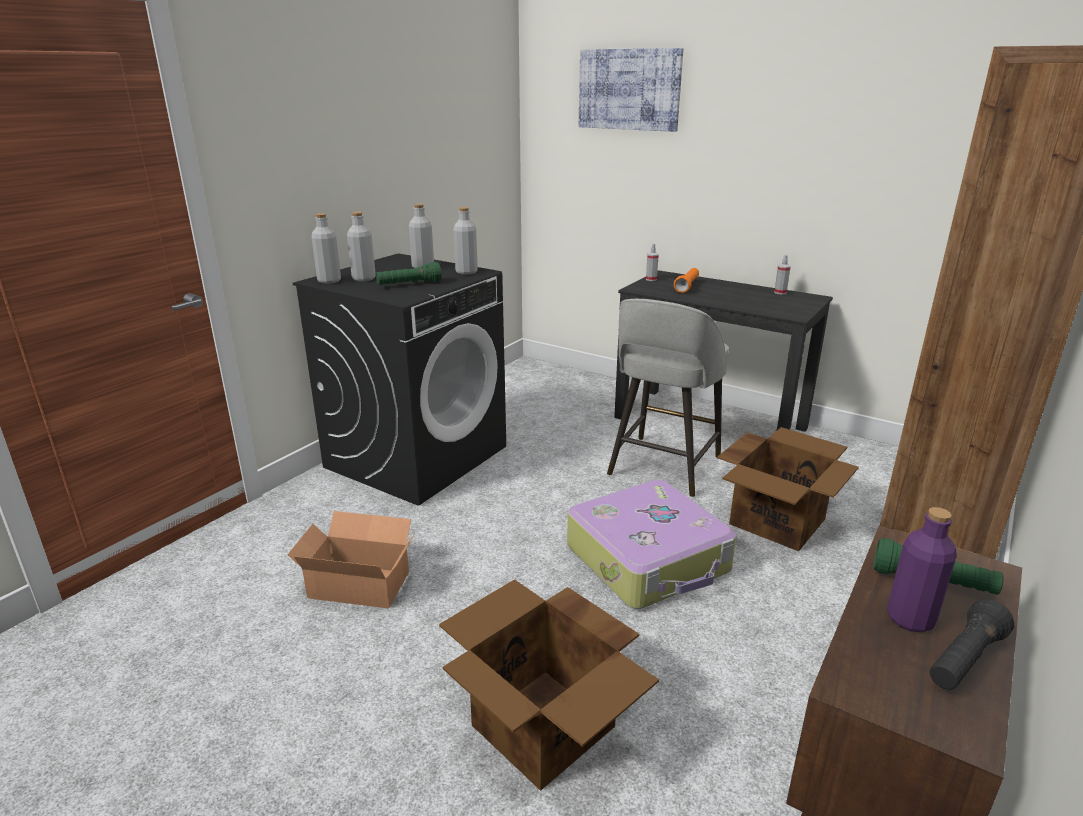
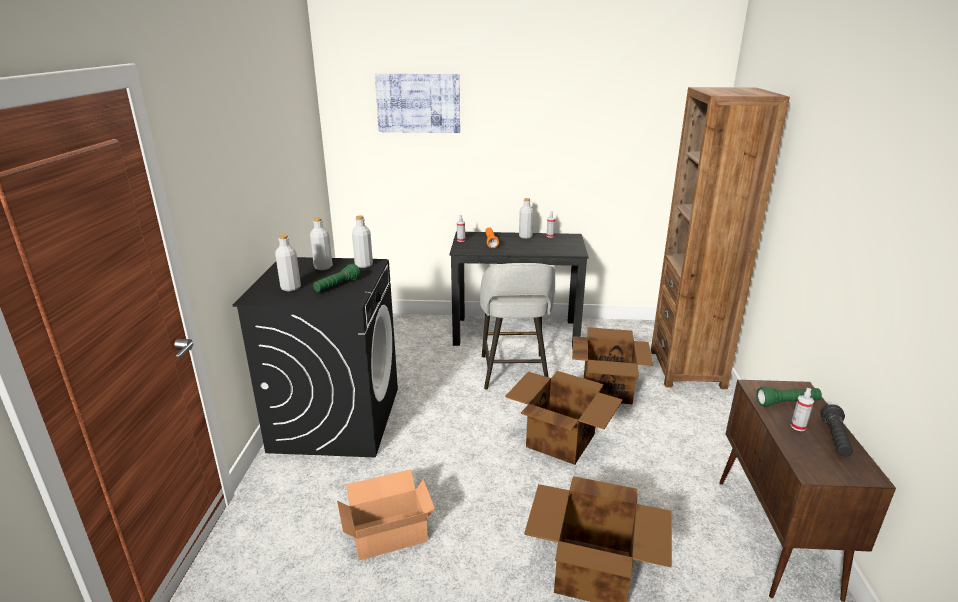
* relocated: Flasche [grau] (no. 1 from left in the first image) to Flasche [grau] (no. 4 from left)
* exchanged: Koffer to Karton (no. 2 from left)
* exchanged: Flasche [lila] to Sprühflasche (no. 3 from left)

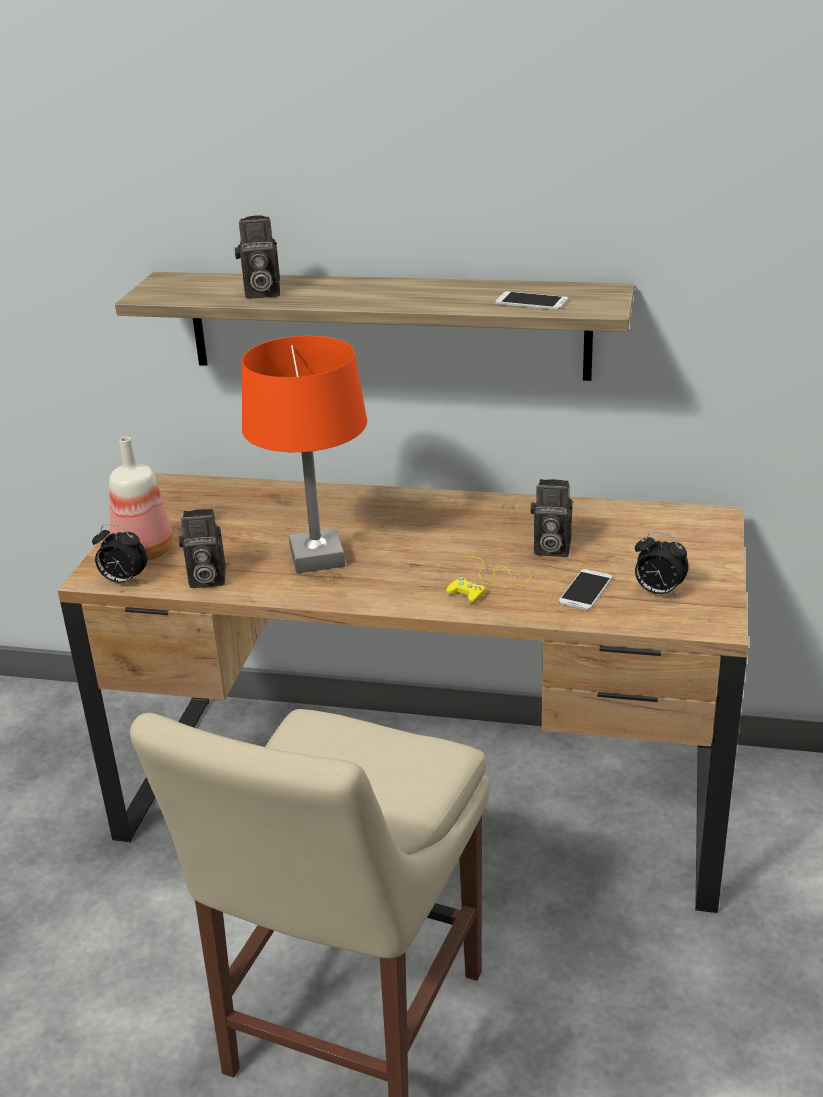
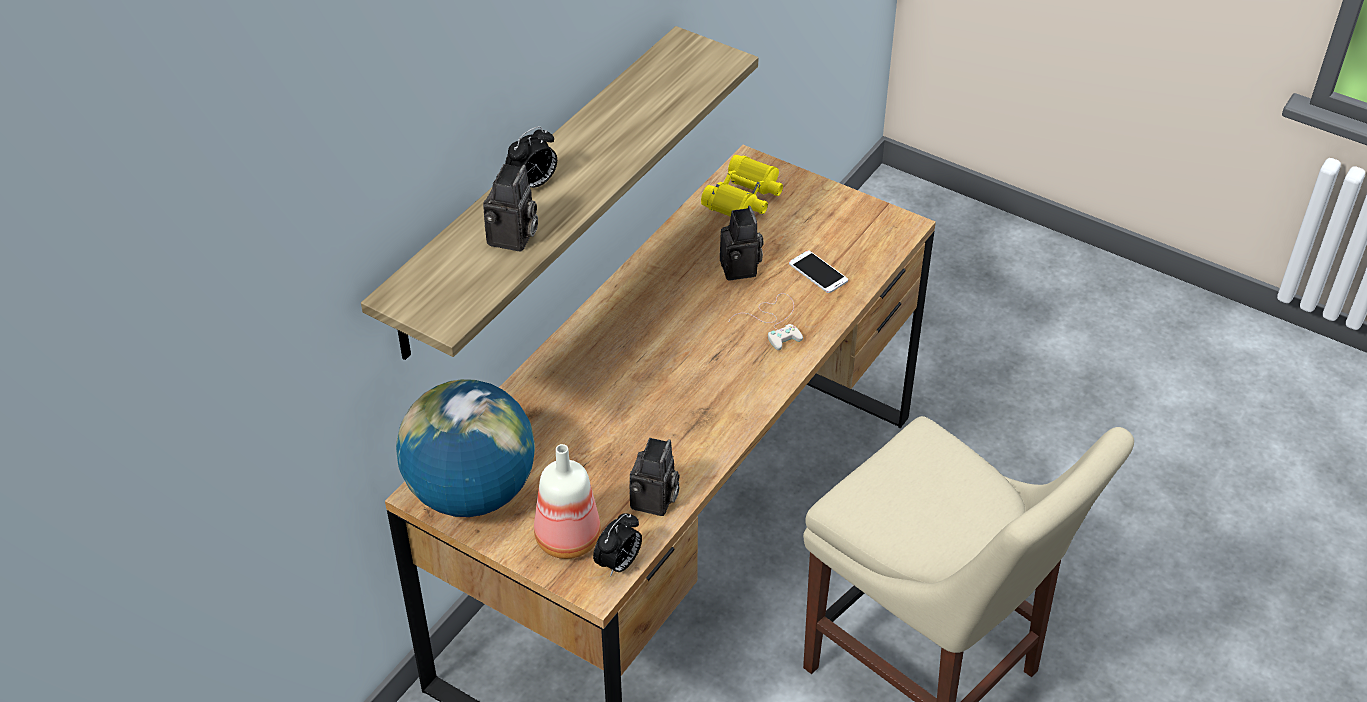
* missing: Handy (no. 1 from left)
* missing: Tischlampe [orange]
* spun: Kamera (no. 3 from left) 45 degrees counterclockwise
* relocated: Wecker (no. 2 from left in the first image) to Wecker (no. 1 from left)
* colour: Gamepad [gelb] to Gamepad [weiß]
* appeared: Fernglas [gelb]
* appeared: Globus

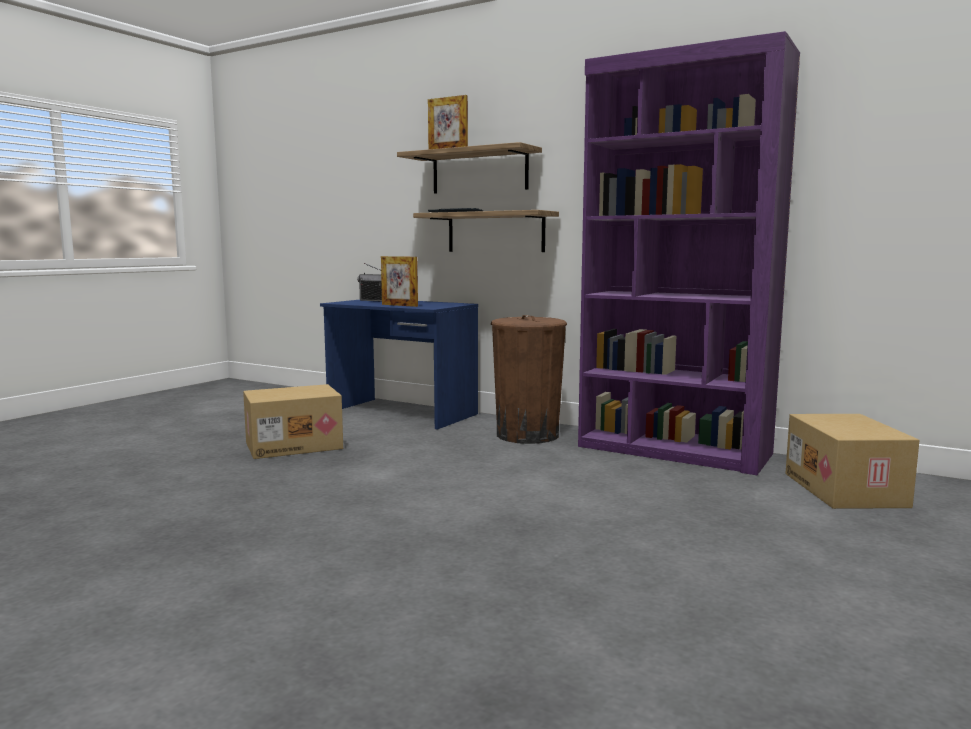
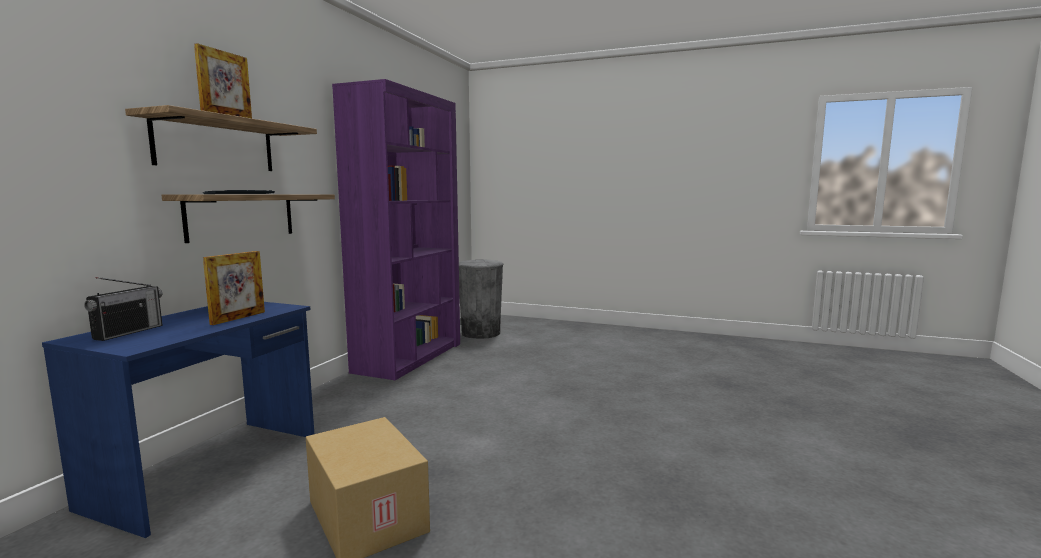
* missing: Mülleimer [braun]
* exchanged: Karton (no. 2 from left) to Mülleimer [grau]

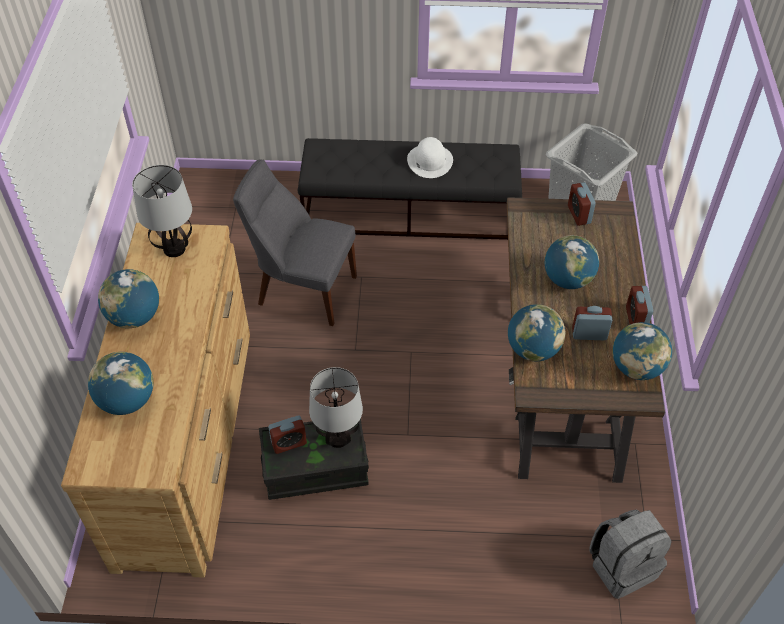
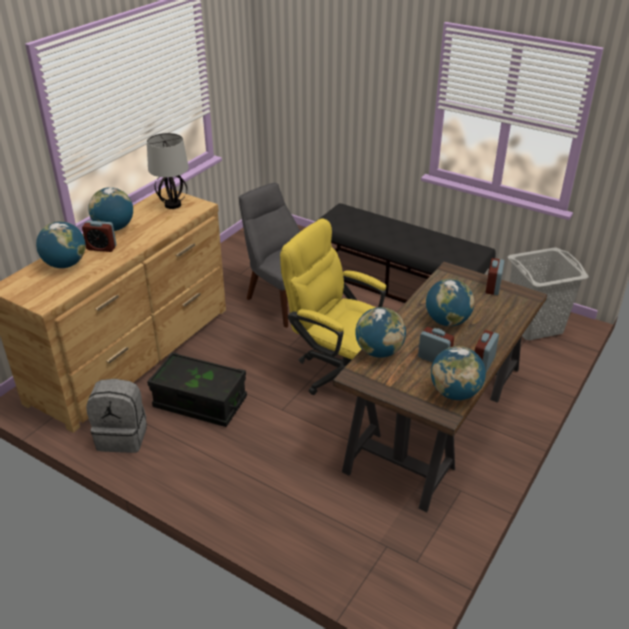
* missing: Hut [weiß]
* missing: Tischlampe (no. 2 from left)
* relocated: Wecker (no. 1 from left)
* relocated: Rucksack [grau]
* appeared: Bürostuhl [gelb]

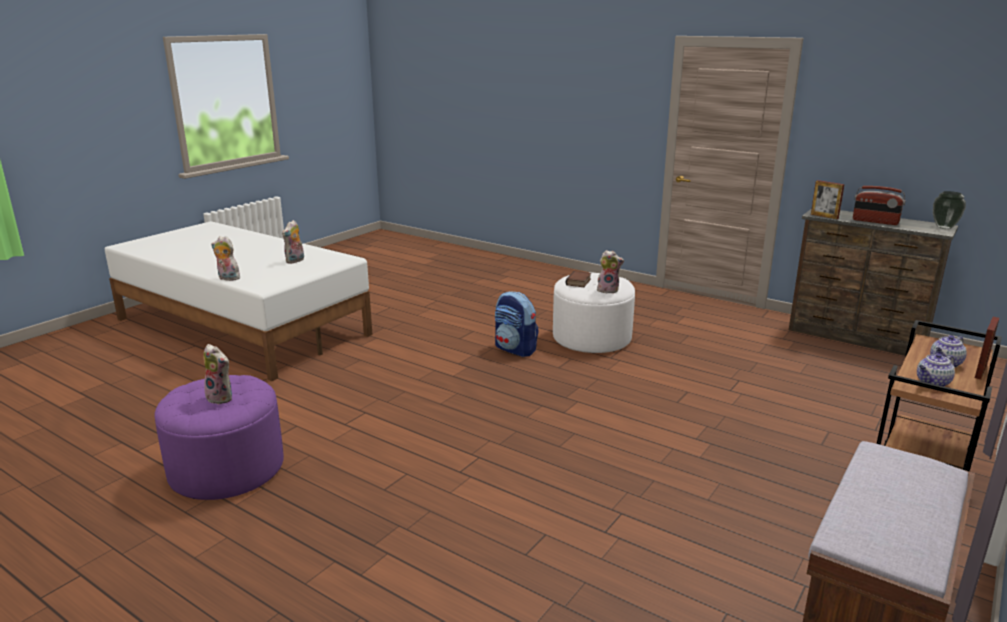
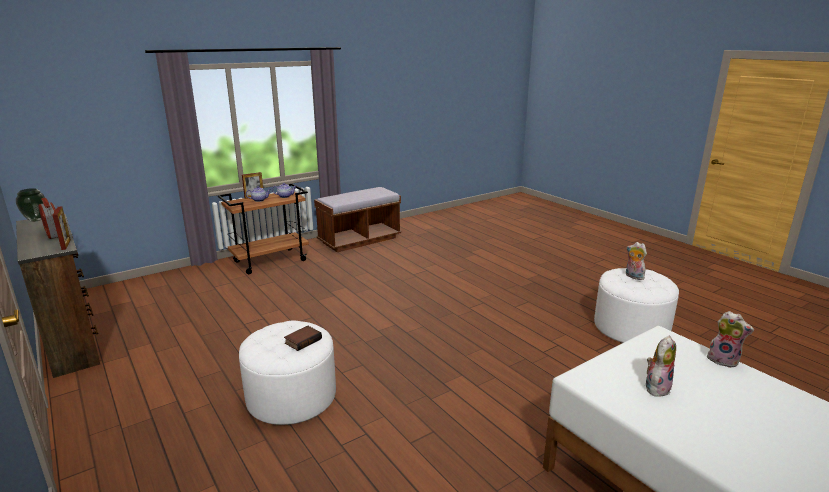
* missing: Plüschtier (no. 4 from left)
* missing: Rucksack
* colour: Polsterhocker [lila] to Polsterhocker [weiß] (no. 2 from left)

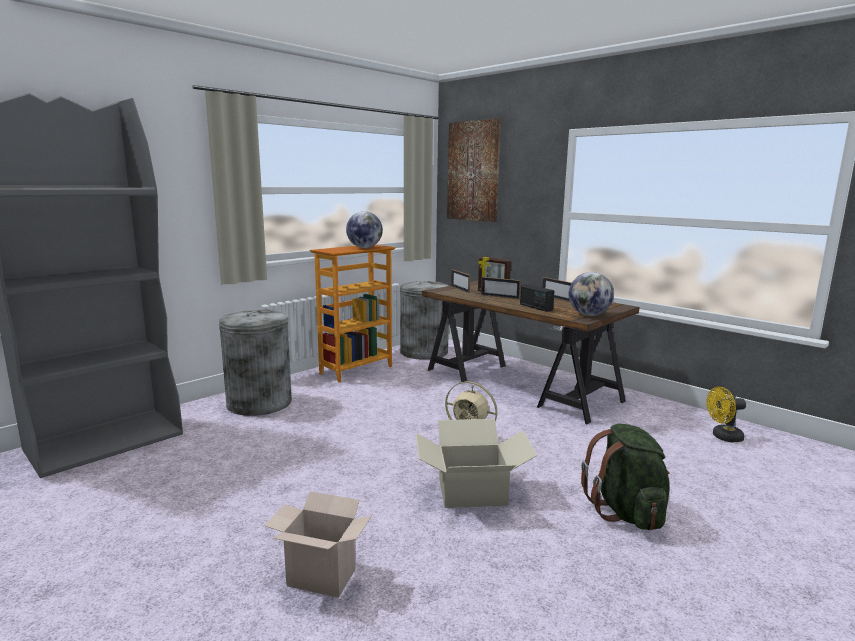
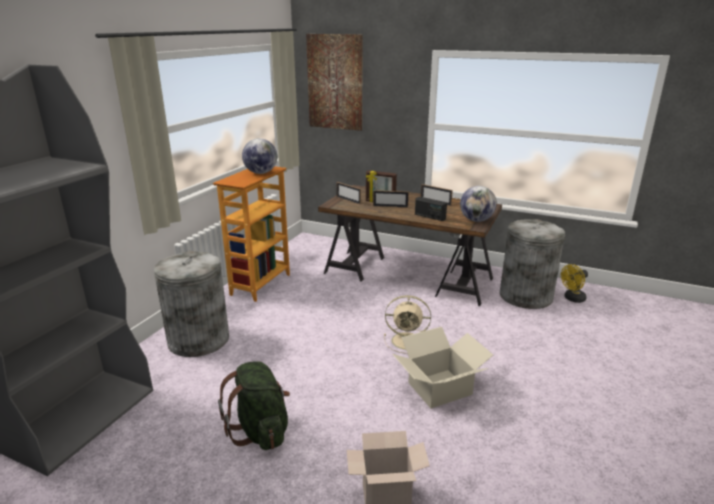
* relocated: Mülleimer [grau] (no. 2 from left)
* relocated: Rucksack [grün]

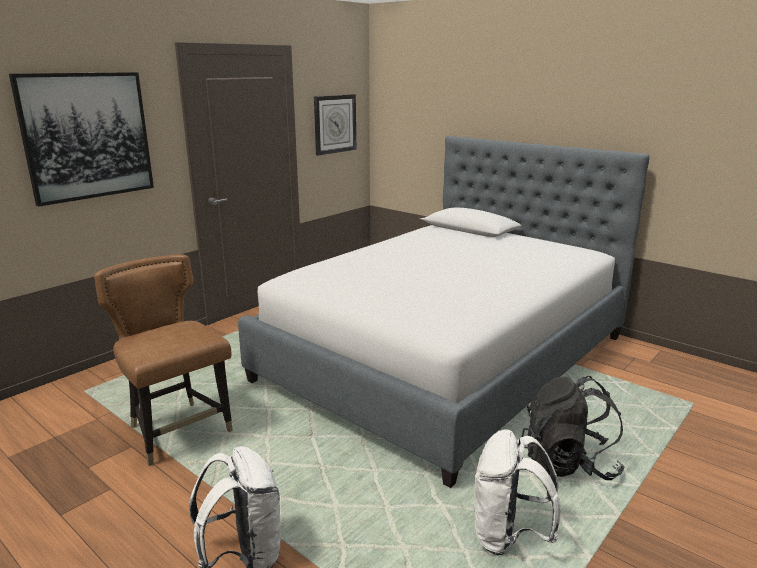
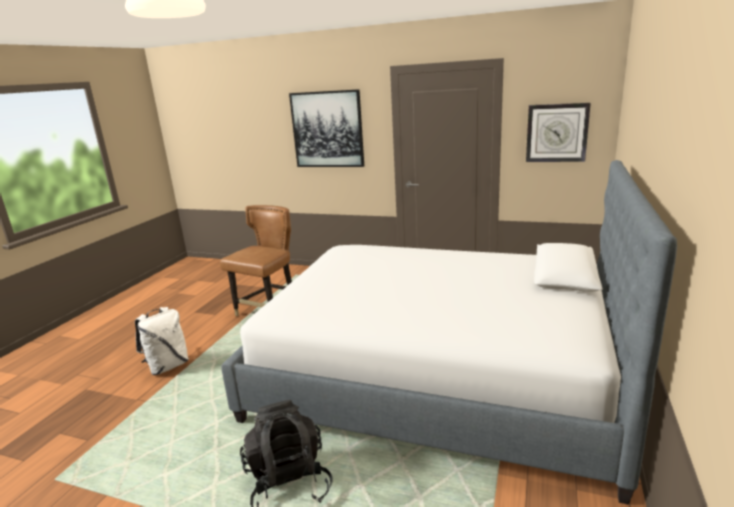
* missing: Rucksack [weiß] (no. 2 from left)

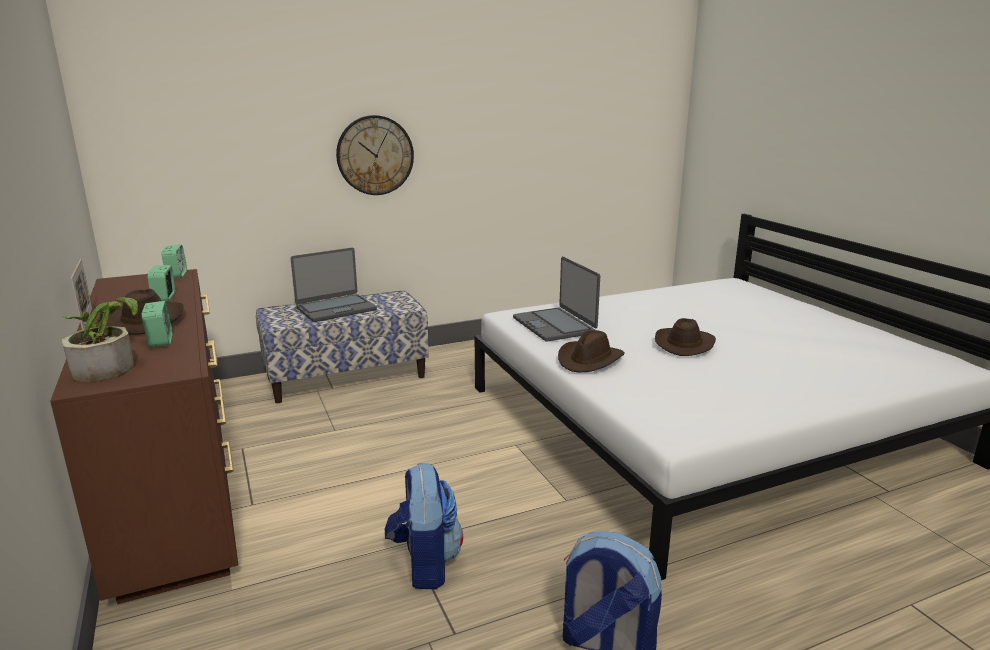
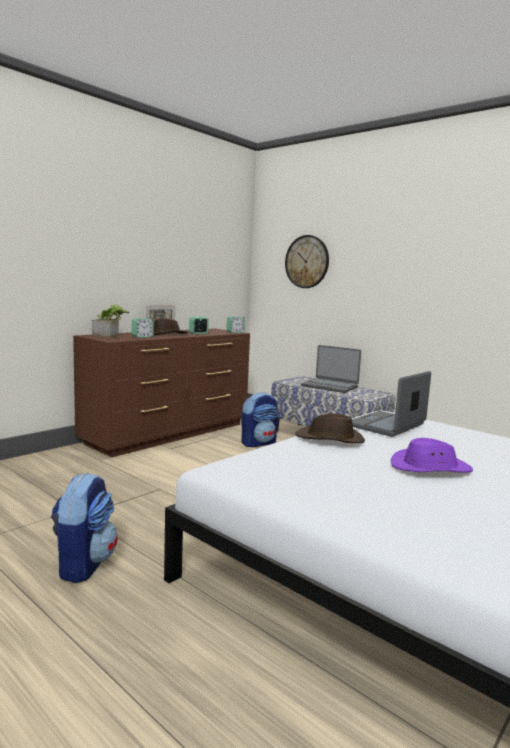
* relocated: Wanduhr
* colour: Hut [braun] (no. 3 from left) to Hut [lila]
* relocated: Rucksack (no. 1 from left in the first image) to Rucksack (no. 2 from left)

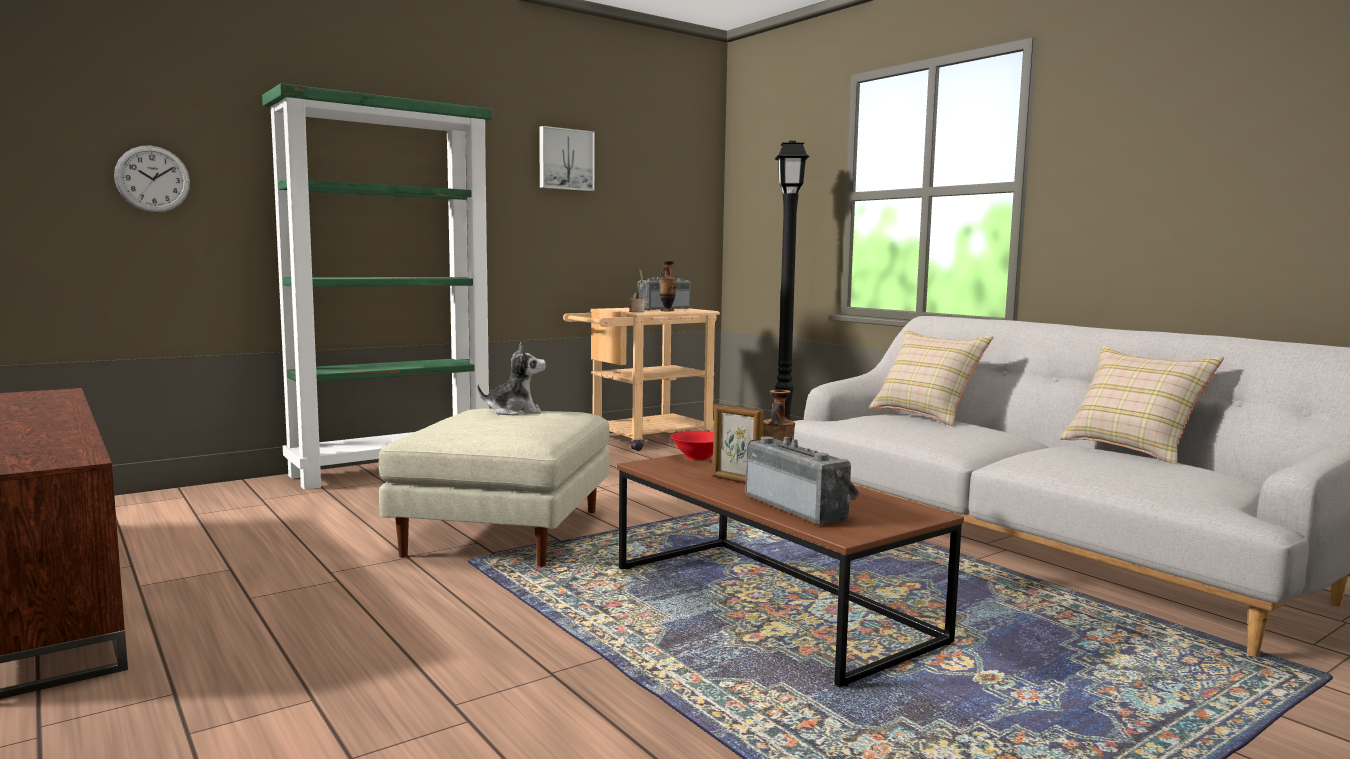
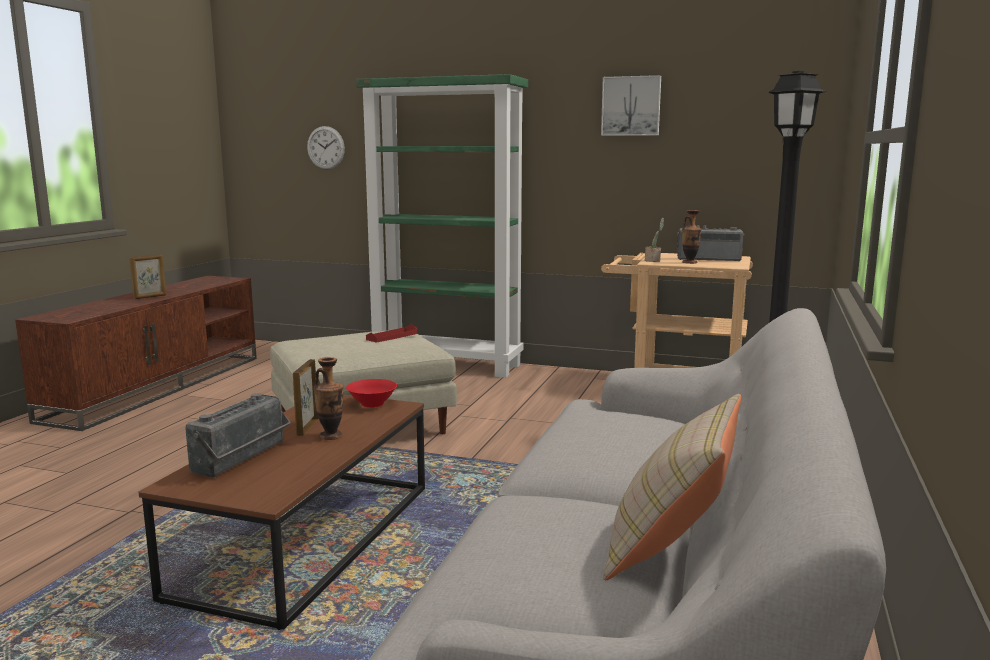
* missing: Kissen [beige] (no. 1 from left)
* exchanged: Plüschtier to Tablett [rot]
* appeared: Bilderrahmen (no. 1 from left)

